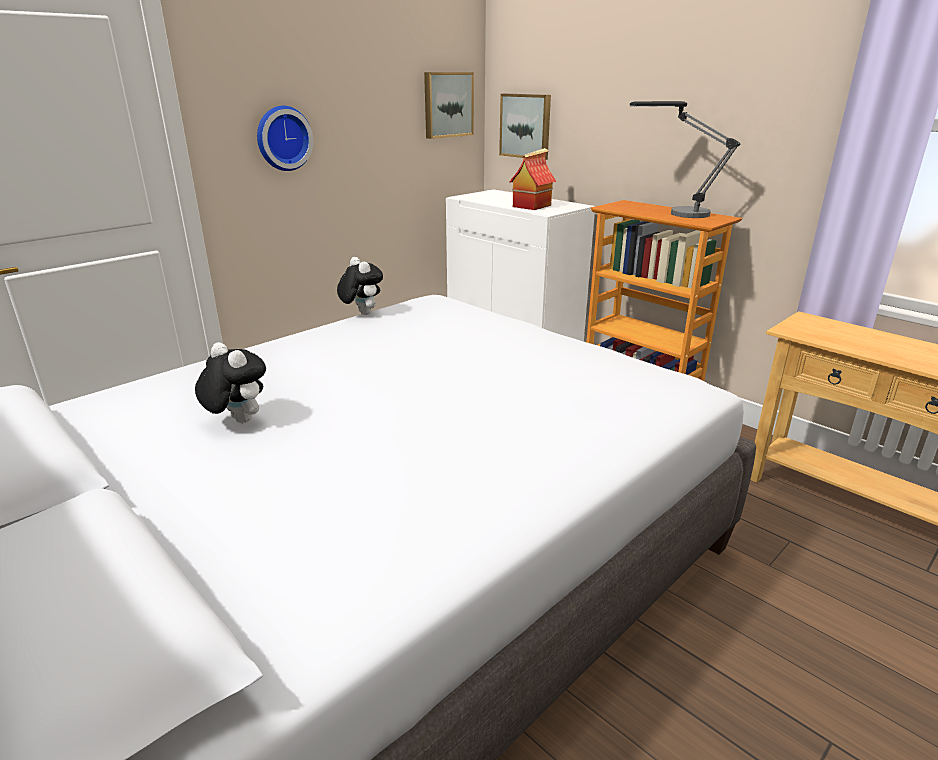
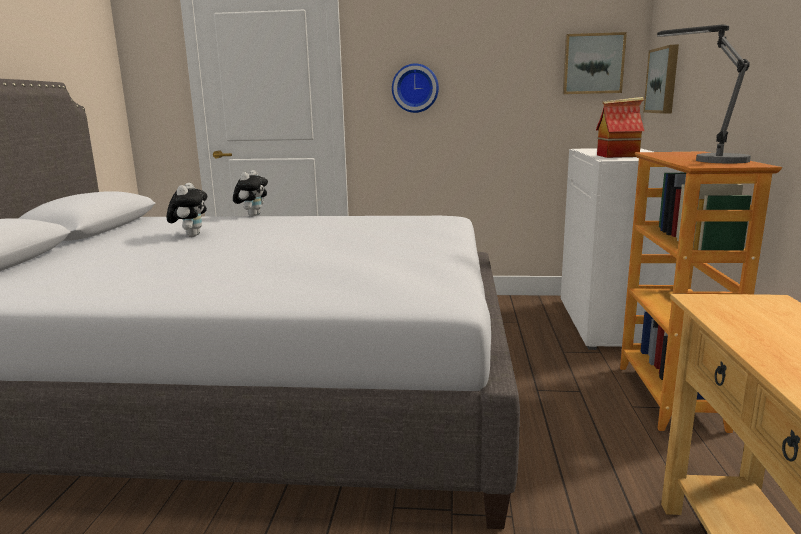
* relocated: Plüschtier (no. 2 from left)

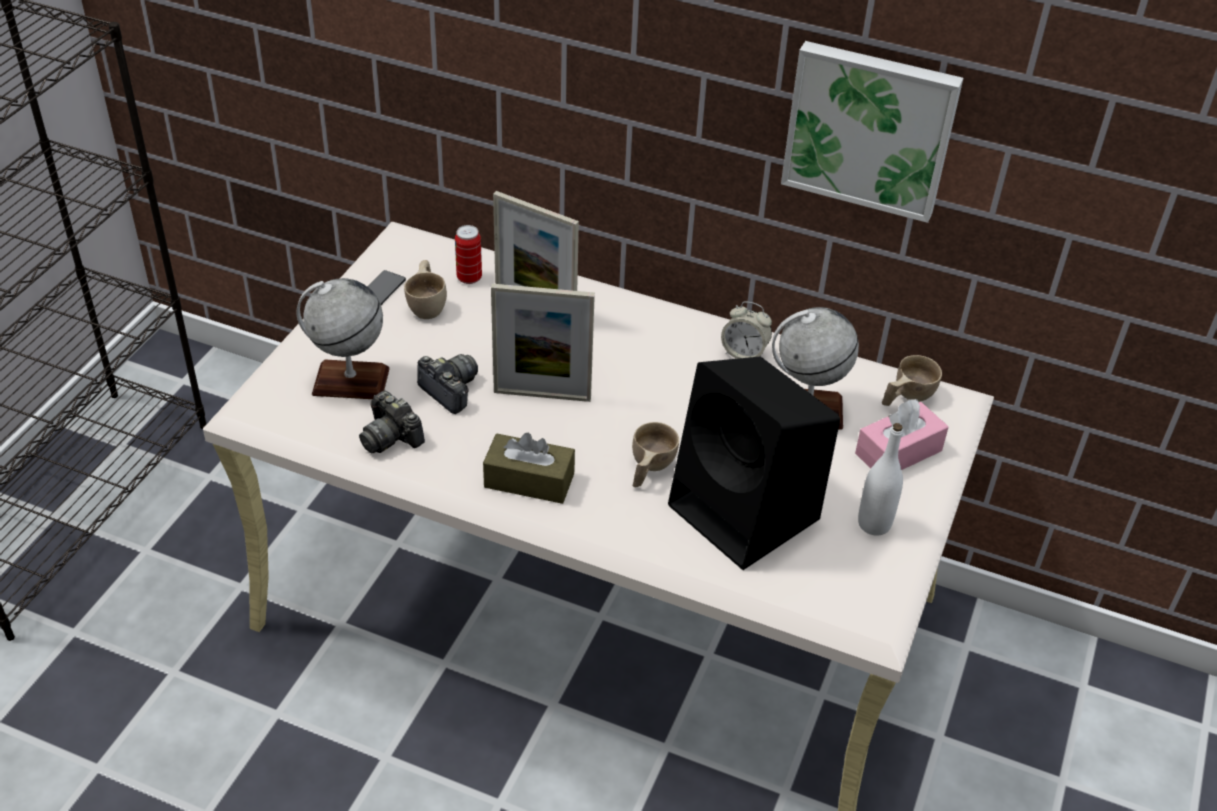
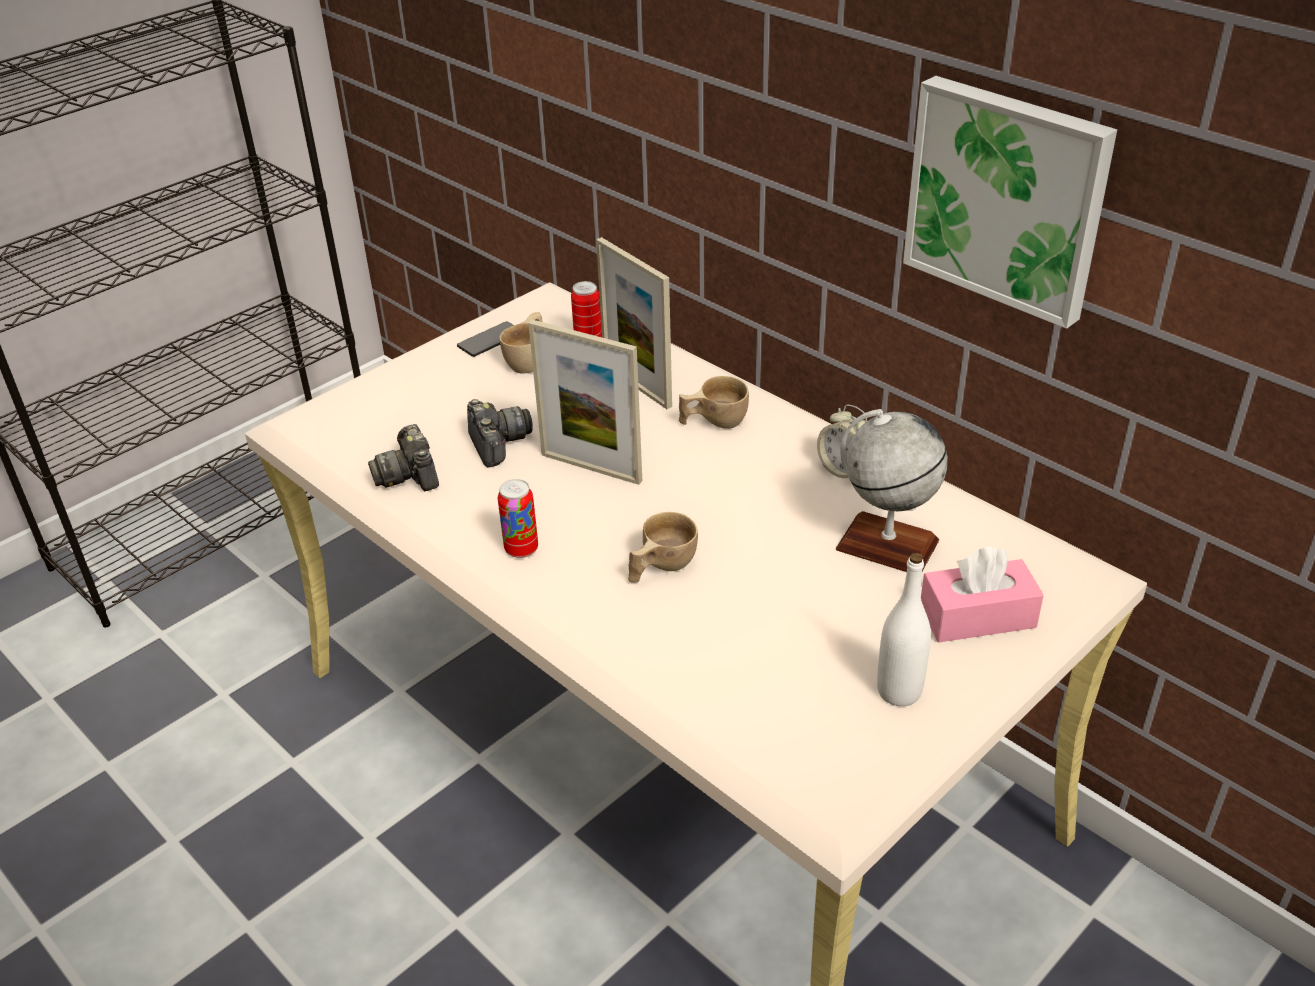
* missing: Globus (no. 1 from left)
* relocated: Tasse [beige] (no. 3 from left)
* missing: Lautsprecher [schwarz]
* exchanged: Taschentuchbox [braun] to Dose (no. 1 from left)

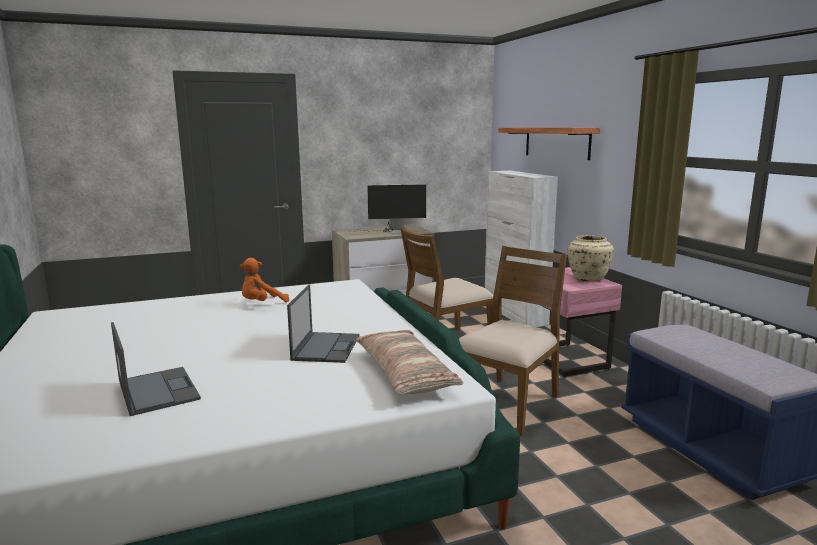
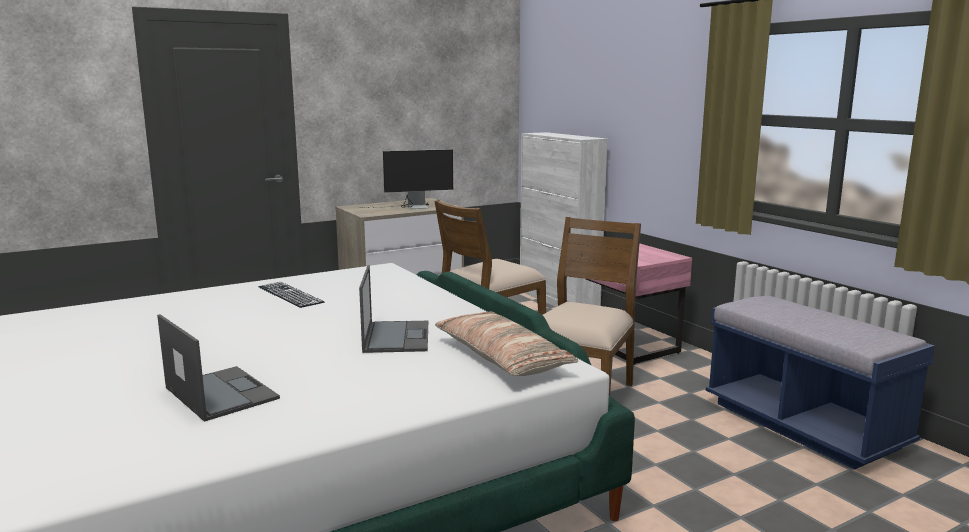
* missing: Wandregal
* missing: Vase [beige]
* exchanged: Plüschtier [orange] to Tastatur

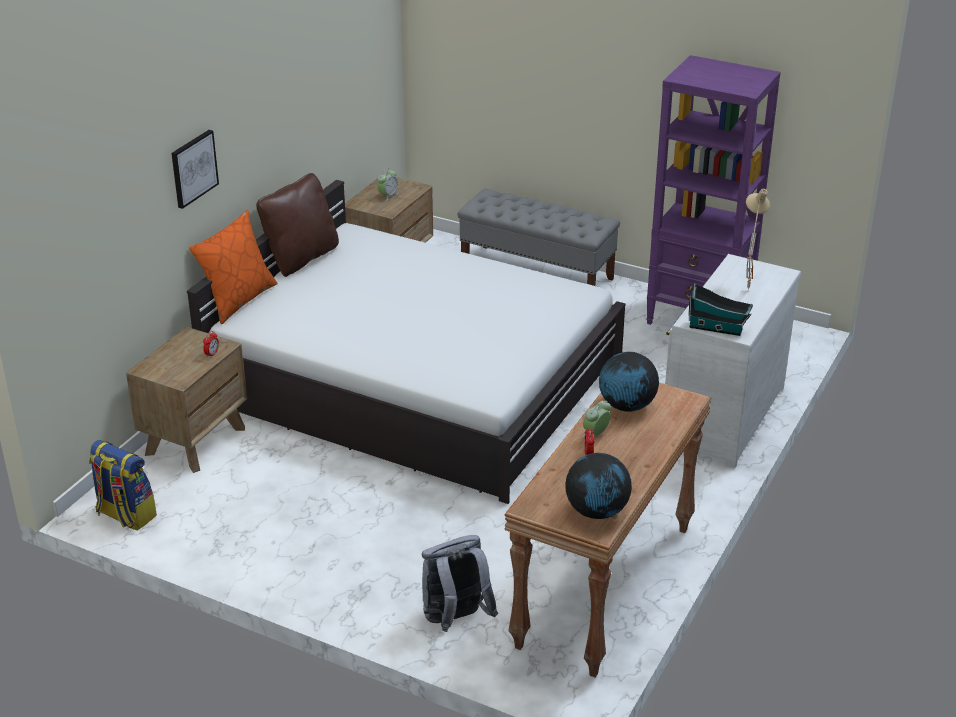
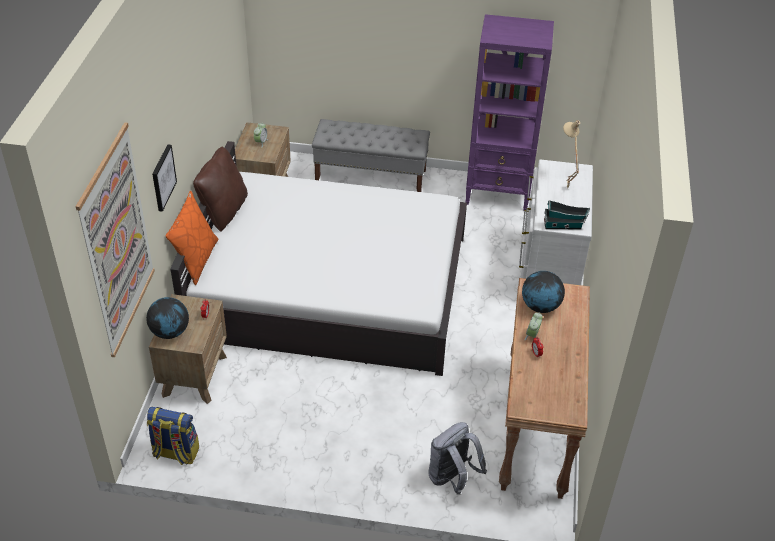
* relocated: Globus (no. 1 from left)
* appeared: Bild (no. 1 from left)

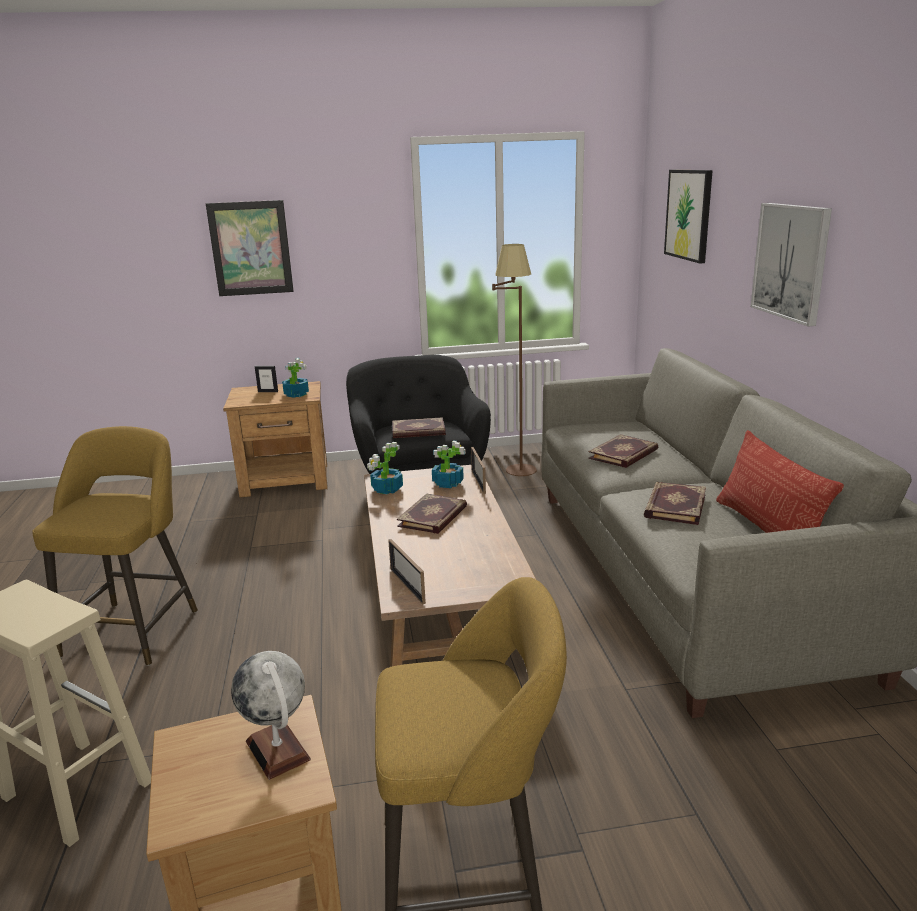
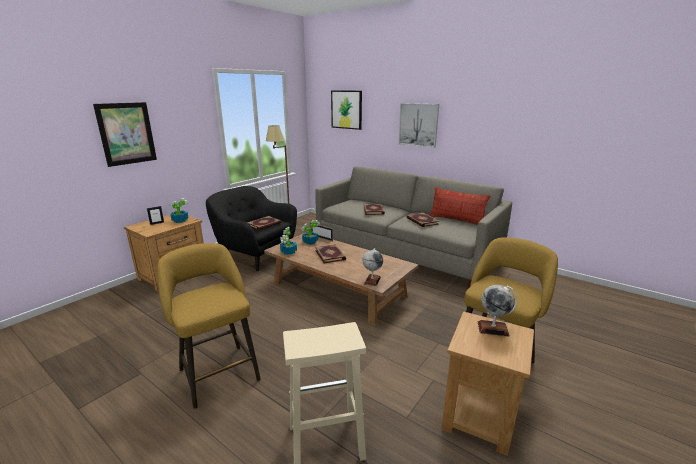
* exchanged: Bilderrahmen (no. 2 from left) to Globus (no. 1 from left)

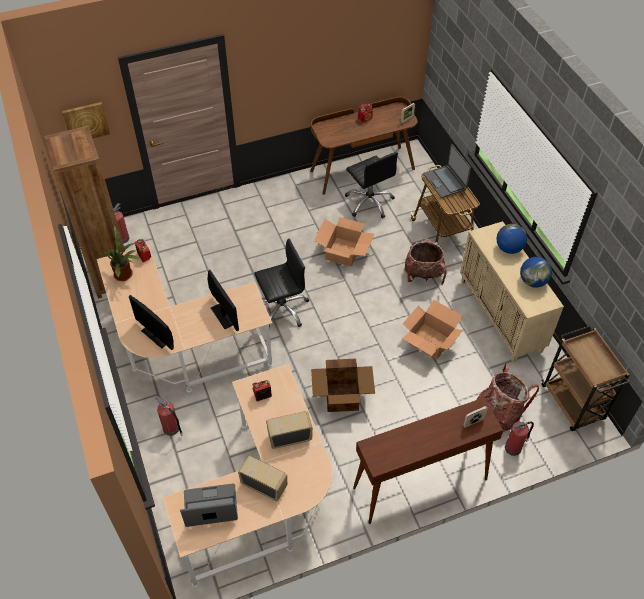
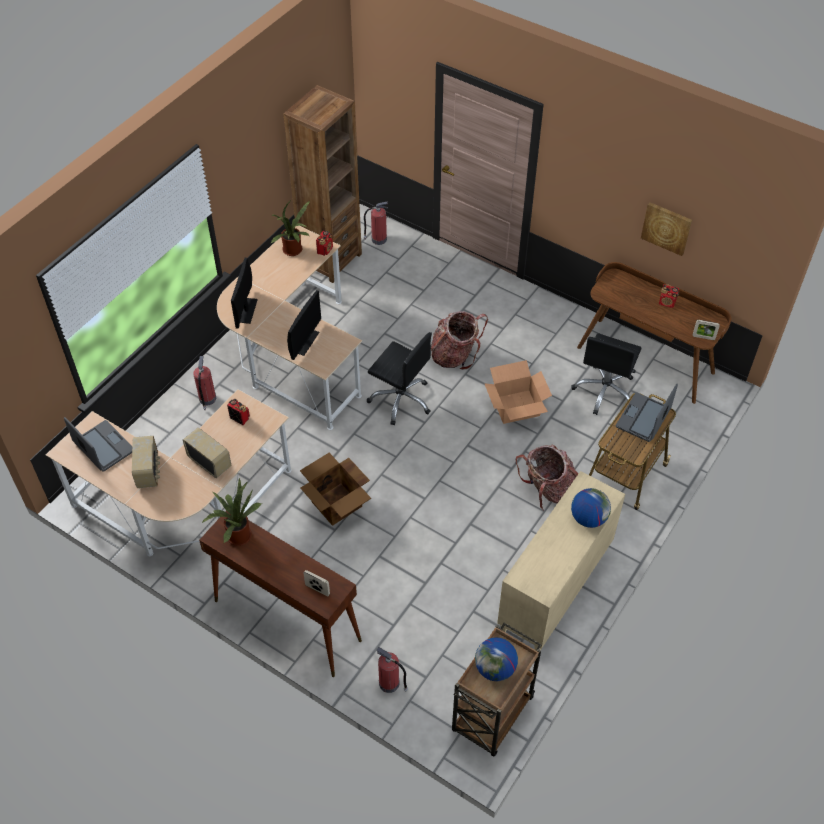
* relocated: Bild
* relocated: Globus (no. 2 from left in the first image) to Globus (no. 1 from left)
* missing: Karton (no. 3 from left)
* relocated: Rucksack (no. 2 from left in the first image) to Rucksack (no. 1 from left)
* appeared: Topfpflanze (no. 1 from left)

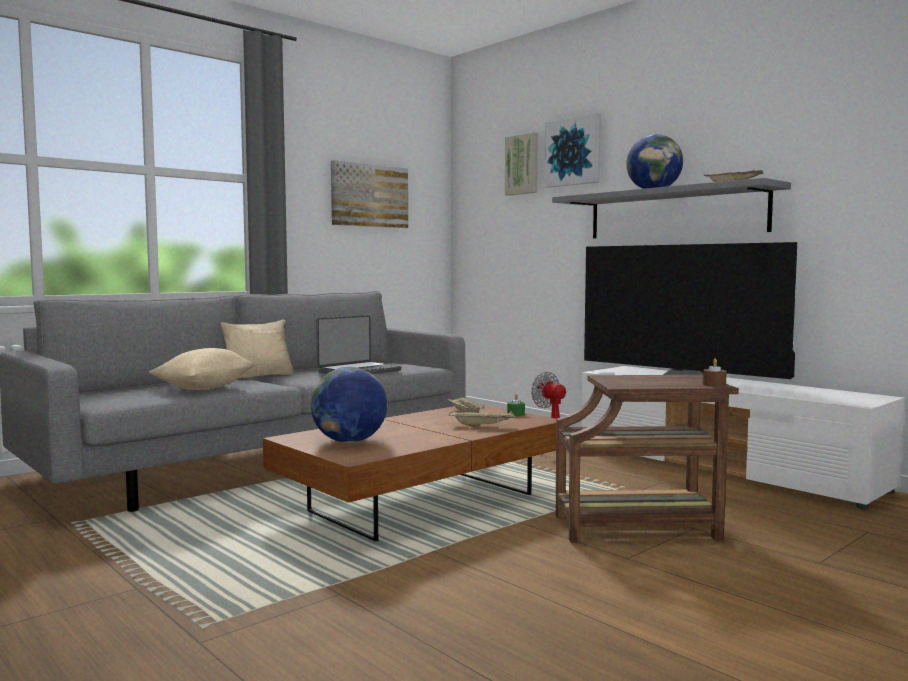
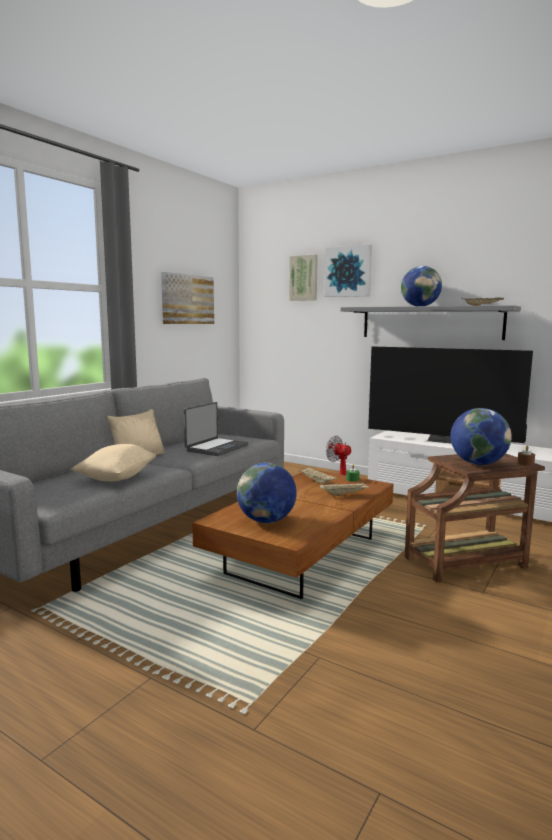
* appeared: Globus (no. 3 from left)

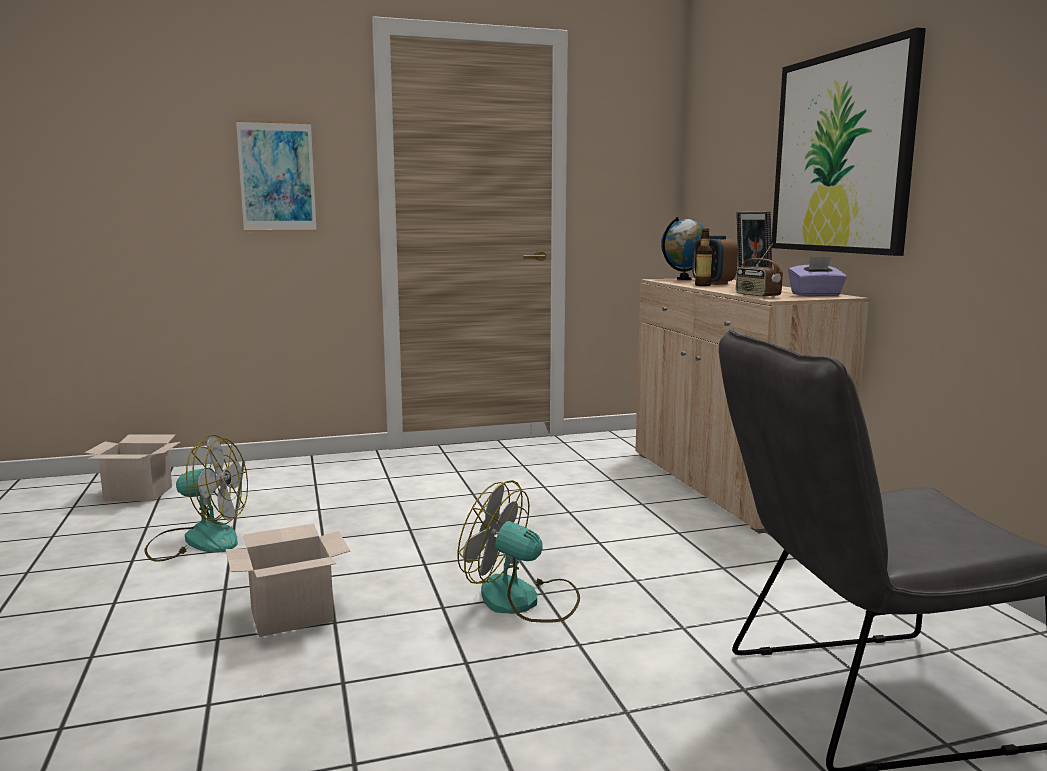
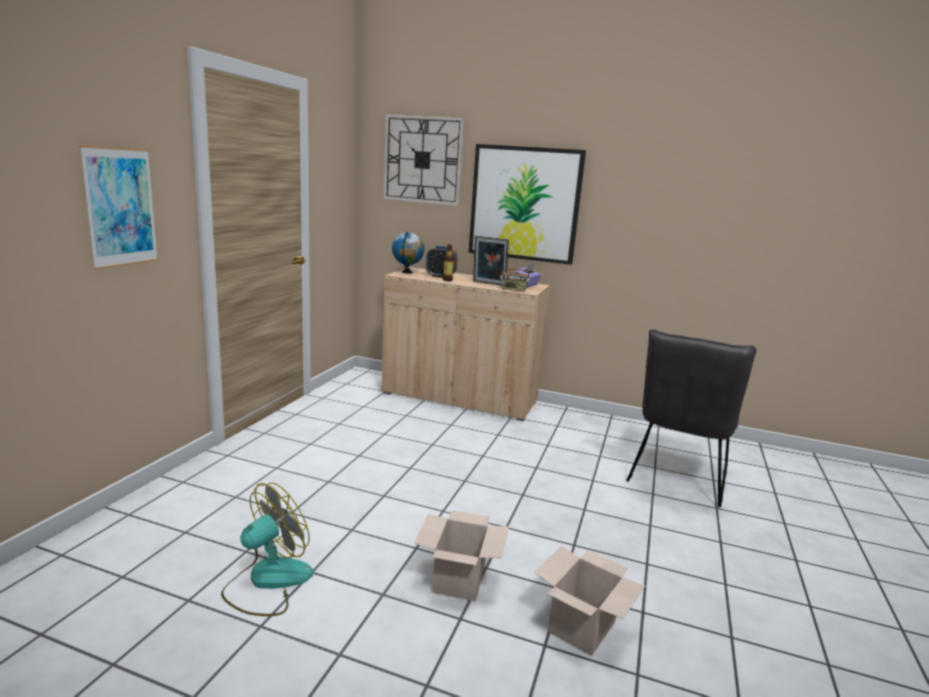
* relocated: Karton (no. 1 from left in the first image) to Karton (no. 2 from left)
* missing: Ventilator (no. 2 from left)
* appeared: Wanduhr

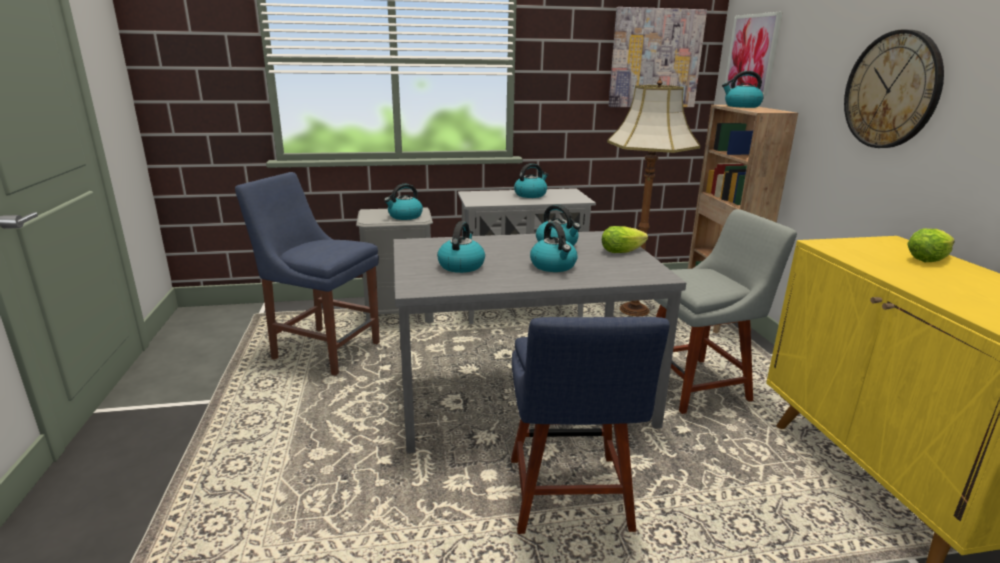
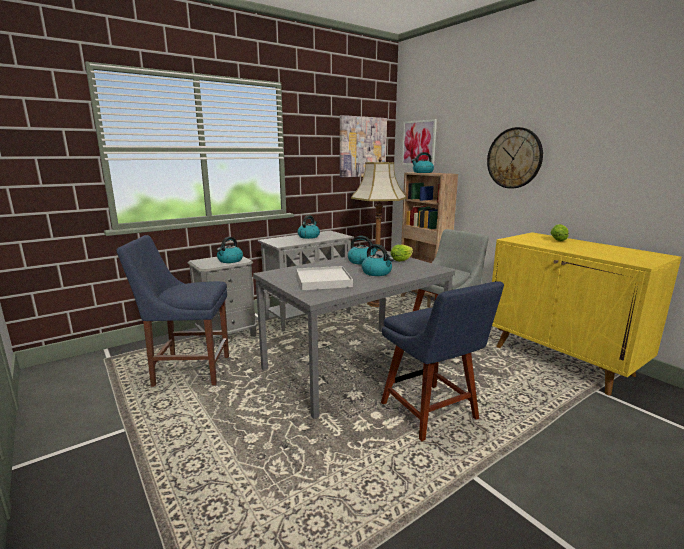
* exchanged: Wasserkessel (no. 2 from left) to Tablett [weiß]

